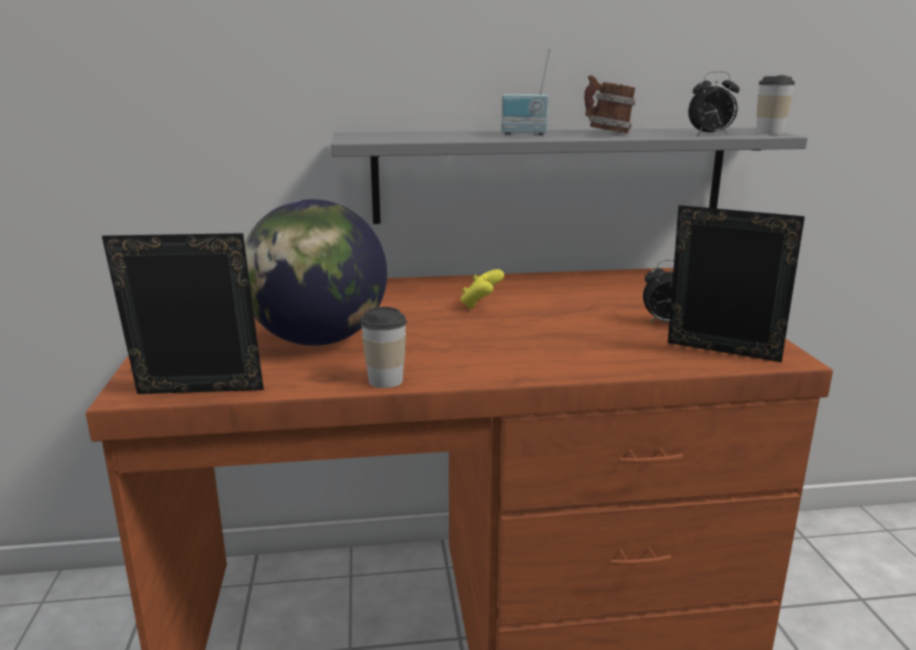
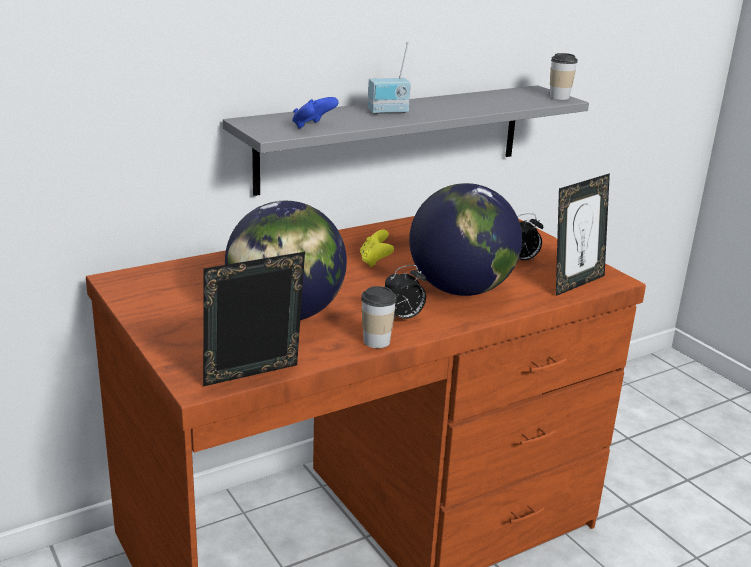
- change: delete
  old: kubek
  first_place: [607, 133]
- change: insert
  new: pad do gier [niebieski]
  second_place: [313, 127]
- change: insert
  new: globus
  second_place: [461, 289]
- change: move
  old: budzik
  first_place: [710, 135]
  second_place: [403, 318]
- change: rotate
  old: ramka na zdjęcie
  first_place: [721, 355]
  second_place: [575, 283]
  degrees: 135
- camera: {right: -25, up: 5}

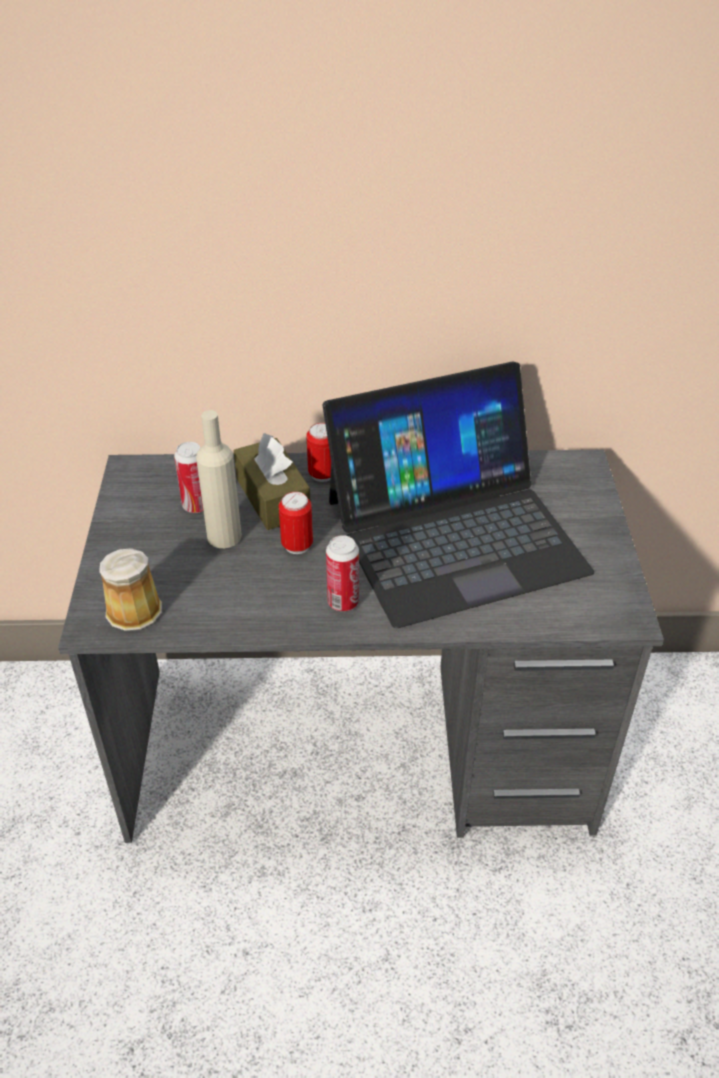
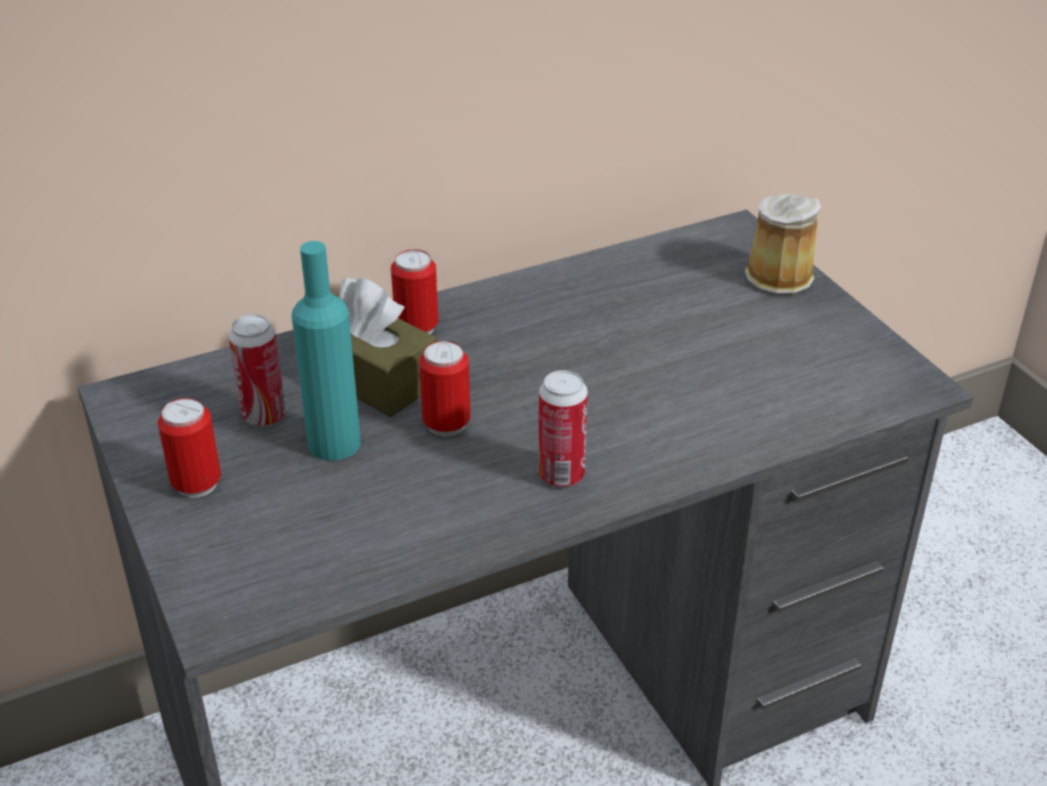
- change: delete
  old: laptop
  first_place: [454, 534]
- change: insert
  new: puszka
  second_place: [197, 484]
- change: move
  old: kubek
  first_place: [135, 608]
  second_place: [776, 274]
- change: recolor
  old: butelka [beżowy]
  new: butelka [turkusowy]
  first_place: [224, 536]
  second_place: [334, 443]
- camera: {right: -25, up: -5}

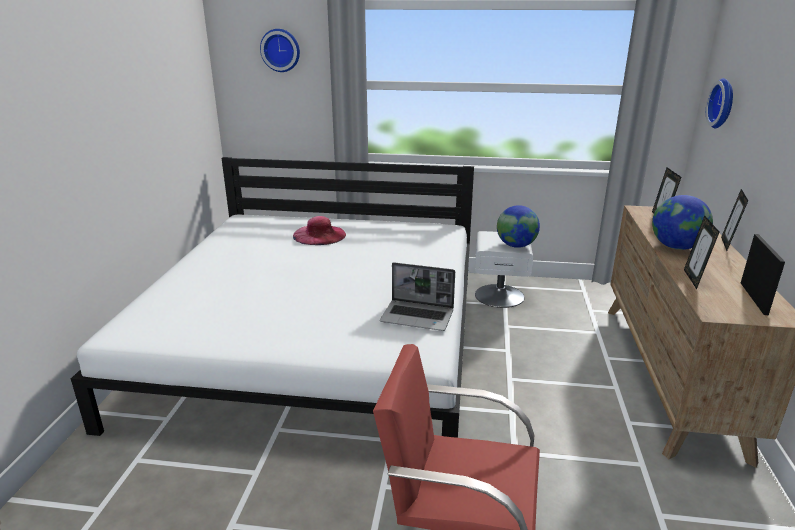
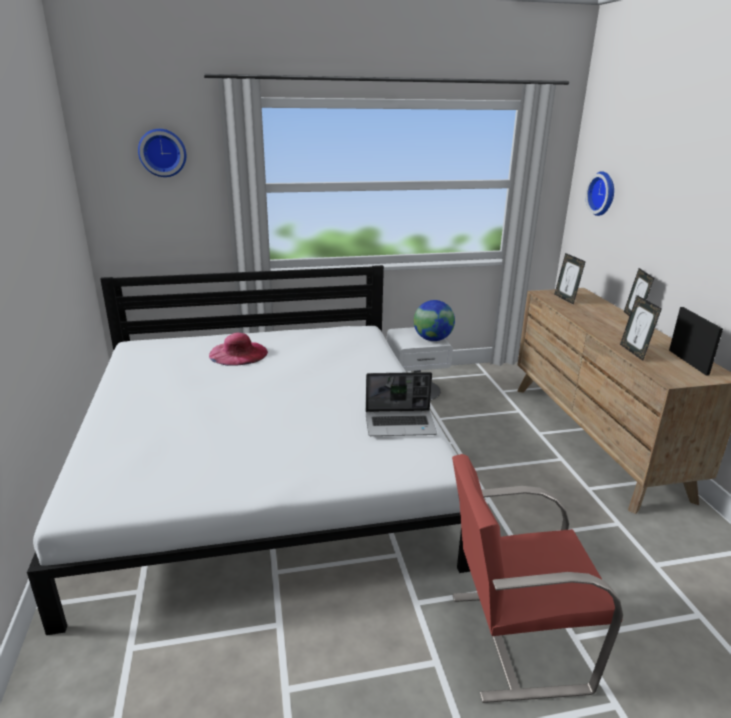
- change: delete
  old: globus
  first_place: [676, 247]
- camera: {right: -20, up: 0}

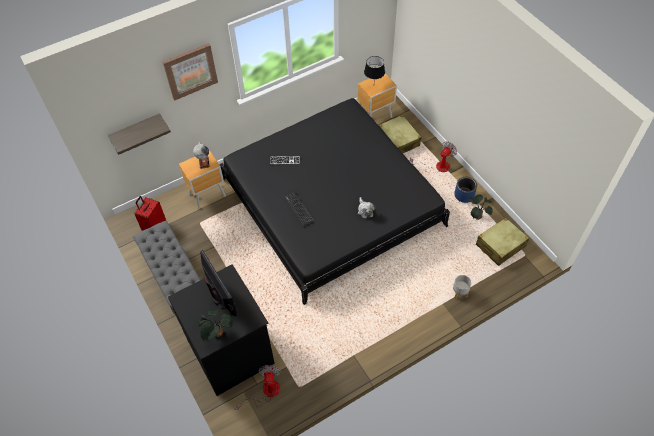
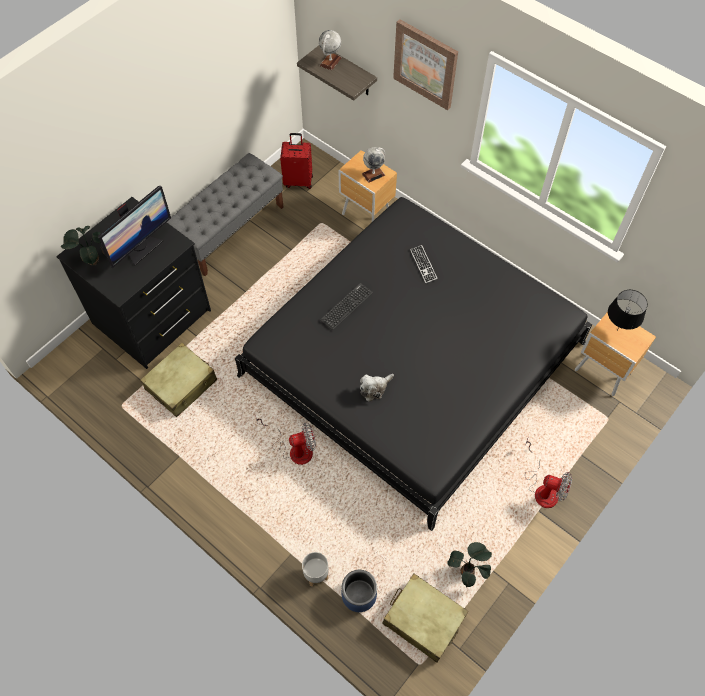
- change: insert
  new: globus
  second_place: [330, 62]
- change: move
  old: wentylator
  first_place: [265, 392]
  second_place: [294, 449]
- change: move
  old: walizka [beżowy]
  first_place: [398, 140]
  second_place: [181, 385]
- change: move
  old: donica [niebieski]
  first_place: [464, 195]
  second_place: [358, 595]
- camera: {right: 70, up: 5}

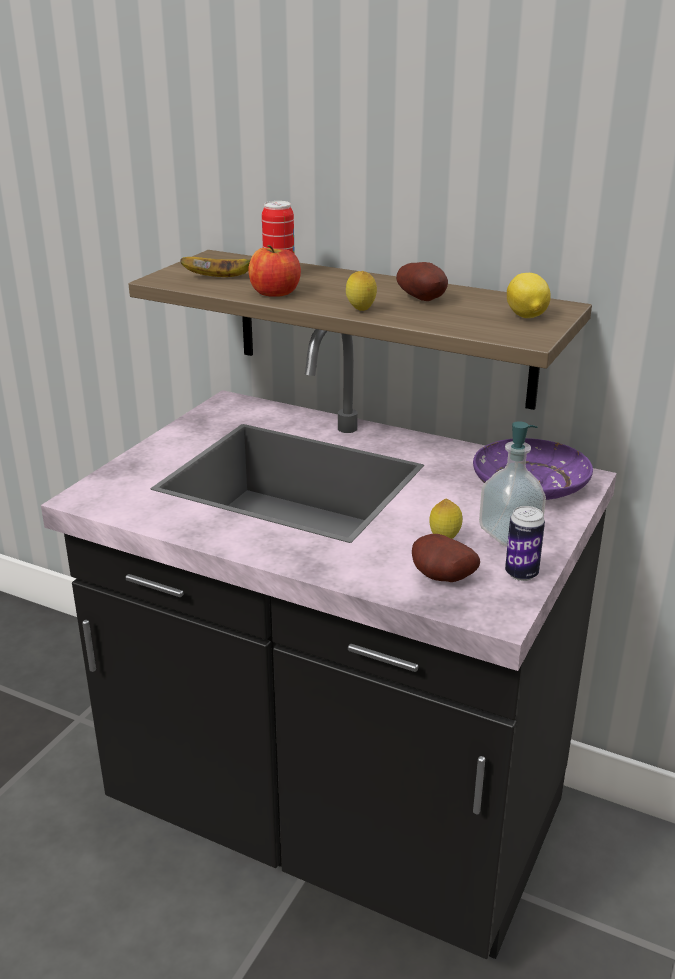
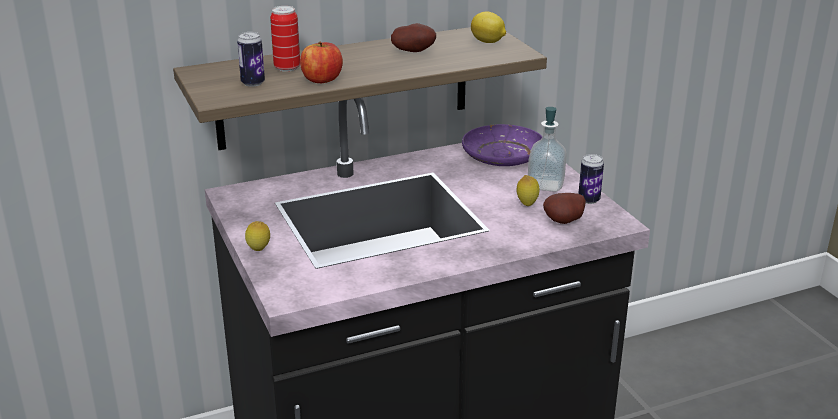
- change: move
  old: cytryna
  first_place: [360, 311]
  second_place: [259, 250]
- change: replace
  old: banan
  new: puszka
  first_place: [220, 277]
  second_place: [253, 83]
- camera: {right: -50, up: 0}

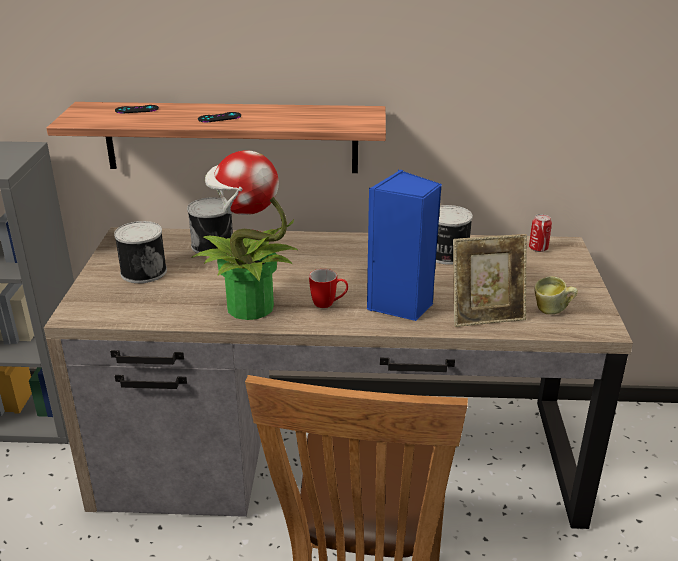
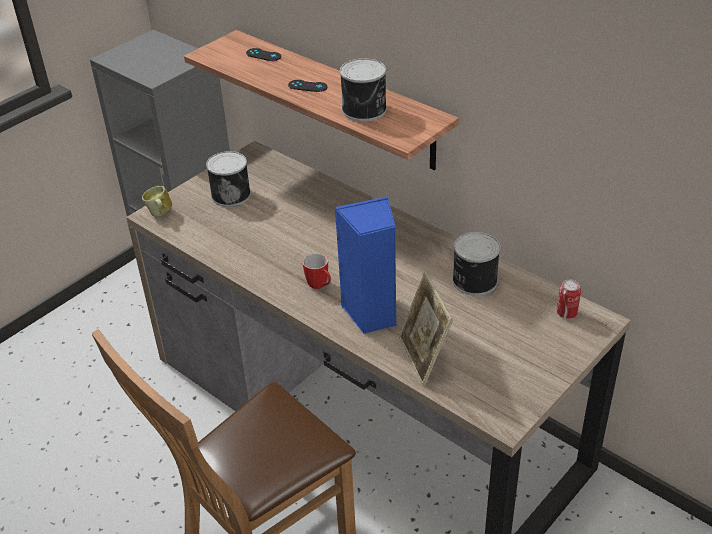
- change: delete
  old: roślina doniczkowa
  first_place: [248, 307]
- change: move
  old: puszka
  first_place: [214, 245]
  second_place: [365, 110]
- change: move
  old: kubek
  first_place: [552, 311]
  second_place: [159, 214]
- change: rotate
  old: ramka na zdjęcie
  first_place: [486, 316]
  second_place: [423, 358]
  degrees: 45
- camera: {right: 40, up: 10}

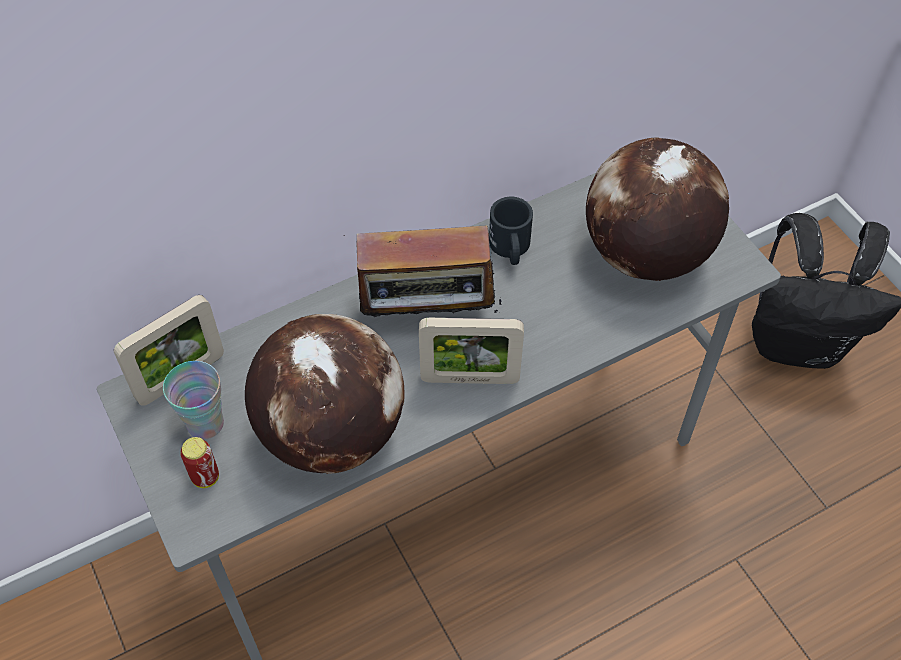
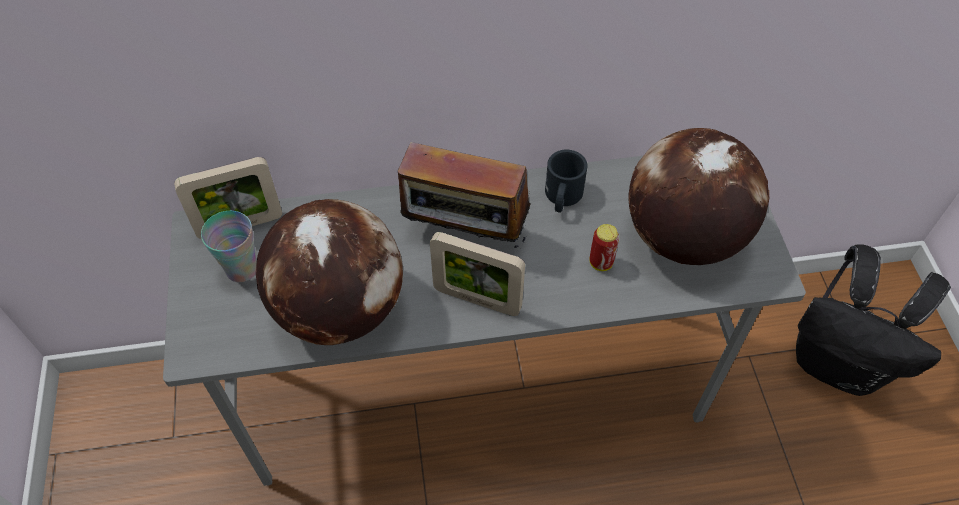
- change: move
  old: puszka
  first_place: [205, 477]
  second_place: [600, 262]
- camera: {right: 20, up: 0}

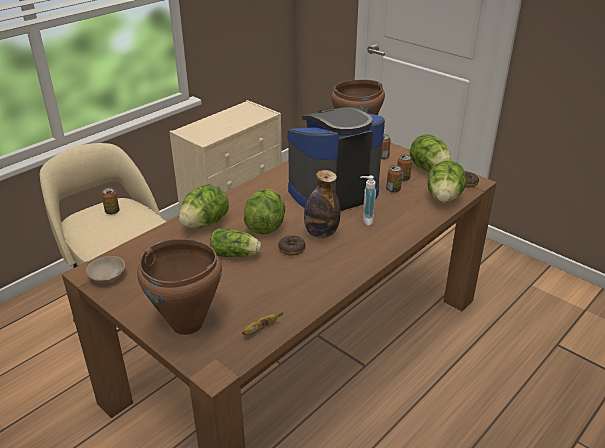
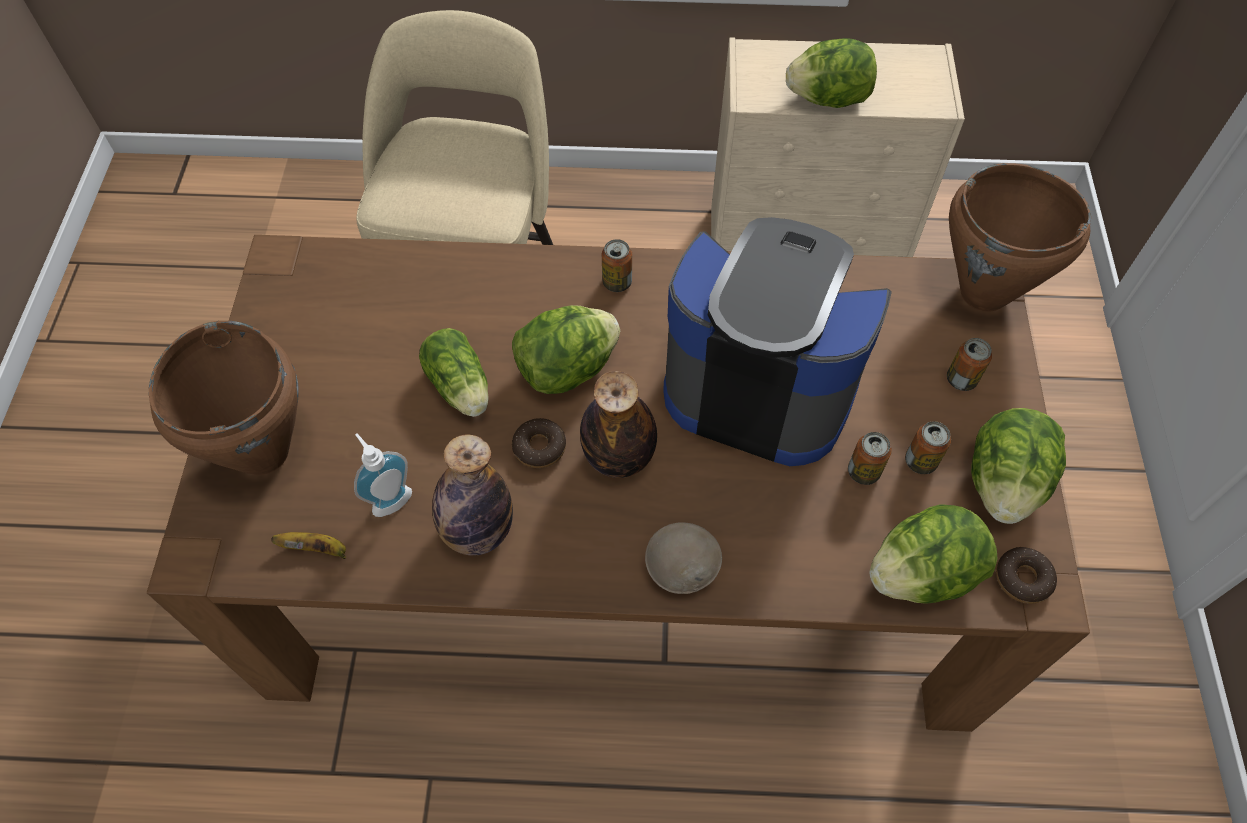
- change: insert
  new: butelka
  second_place: [477, 531]
- change: move
  old: miska [beżowy]
  first_place: [107, 276]
  second_place: [682, 563]
- change: move
  old: puszka
  first_place: [112, 211]
  second_place: [617, 282]
- change: move
  old: sałata
  first_place: [205, 223]
  second_place: [828, 99]
- change: move
  old: dozownik mydła
  first_place: [365, 220]
  second_place: [389, 498]
- camera: {right: 50, up: 25}

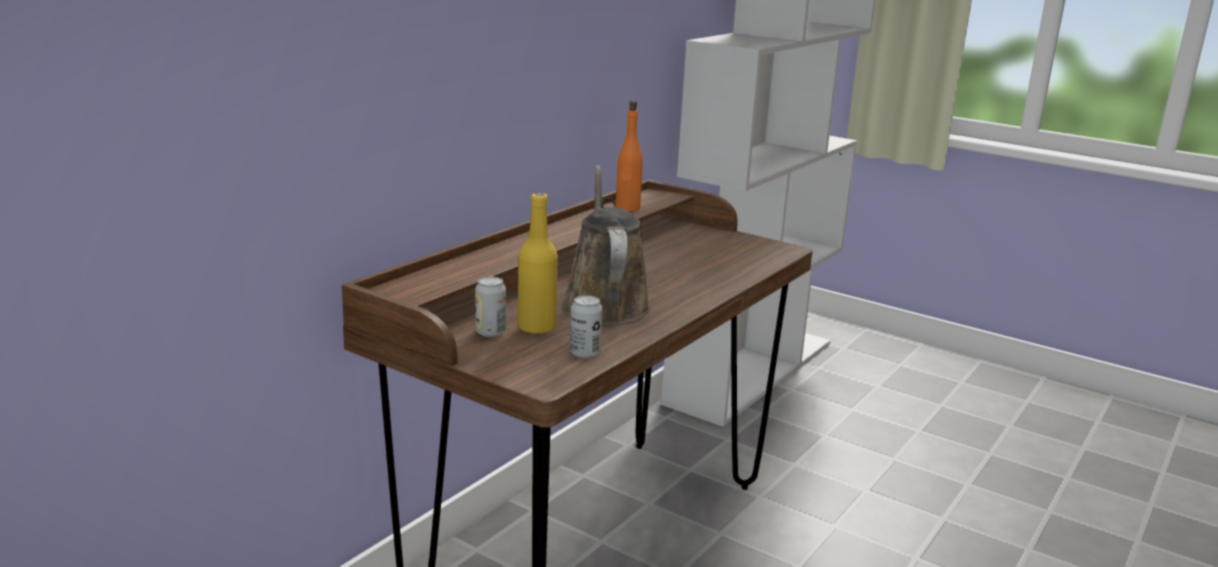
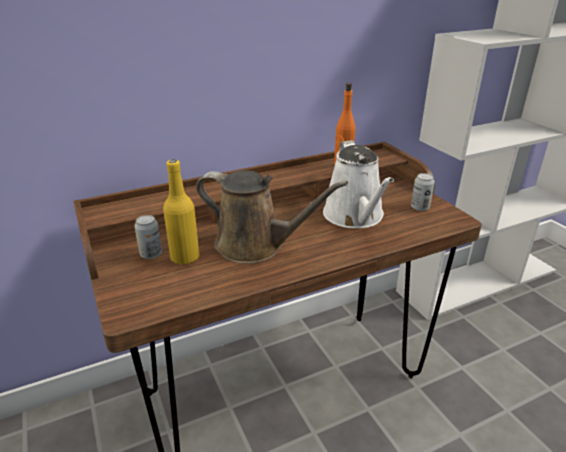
- change: insert
  new: konewka [biały]
  second_place: [355, 216]
- change: move
  old: puszka
  first_place: [585, 353]
  second_place: [420, 207]
- change: rotate
  old: konewka [brązowy]
  first_place: [604, 304]
  second_place: [255, 246]
  degrees: 90
- camera: {right: 30, up: 10}

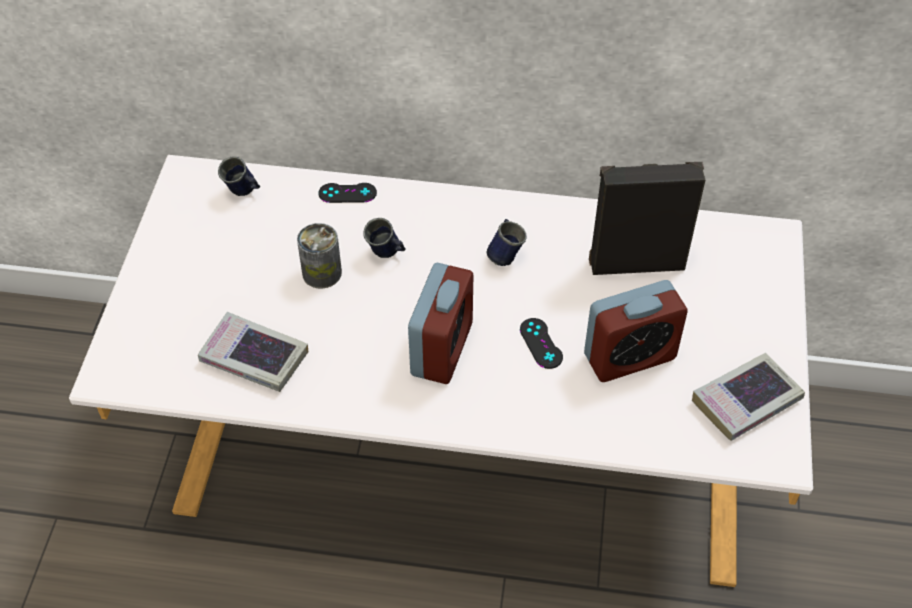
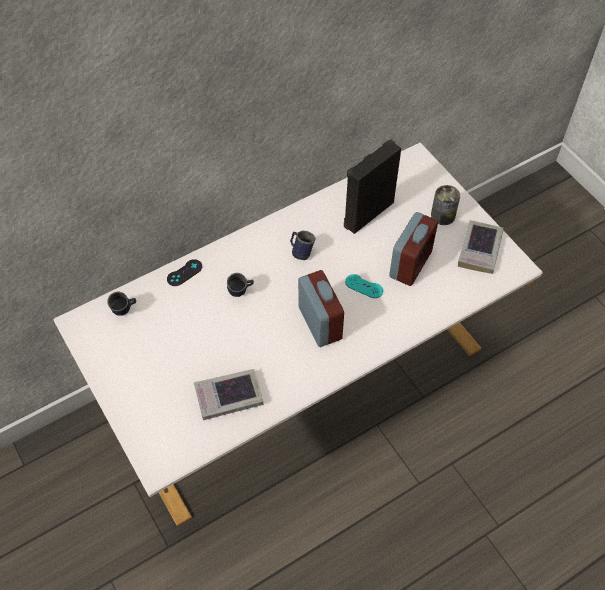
- change: move
  old: puszka
  first_place: [322, 273]
  second_place: [443, 215]
- change: recolor
  old: pad do gier [czarny]
  new: pad do gier [turkusowy]
  first_place: [541, 343]
  second_place: [364, 286]
- camera: {right: -40, up: 5}

